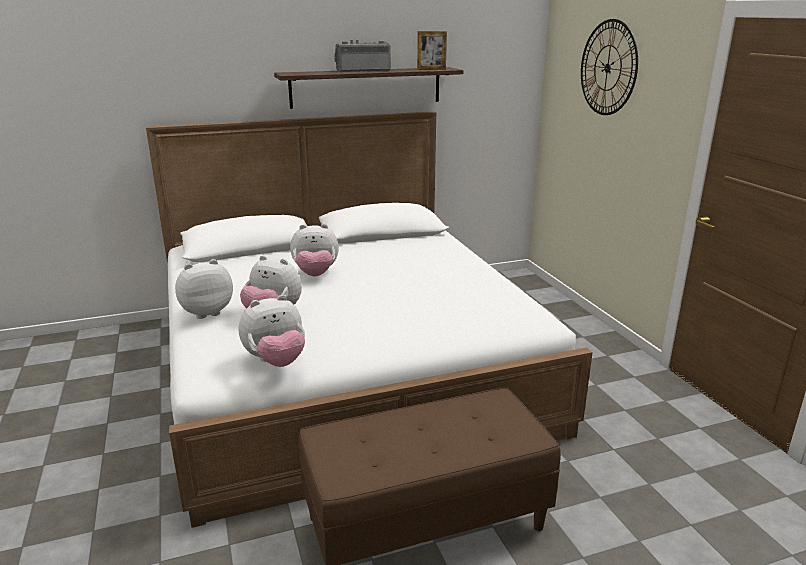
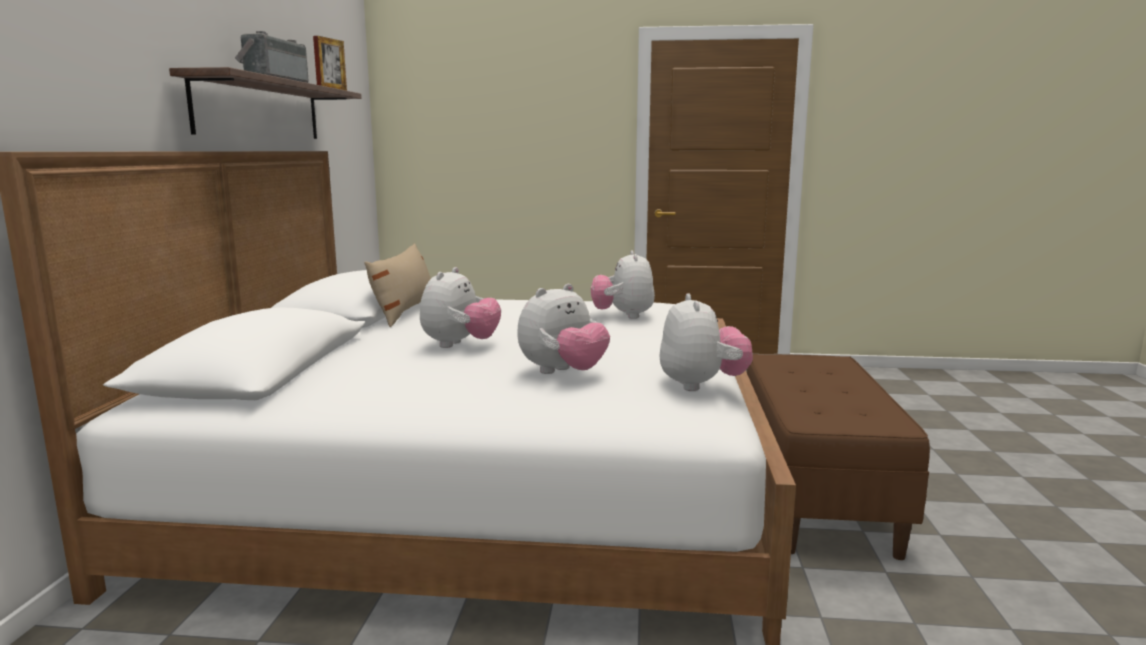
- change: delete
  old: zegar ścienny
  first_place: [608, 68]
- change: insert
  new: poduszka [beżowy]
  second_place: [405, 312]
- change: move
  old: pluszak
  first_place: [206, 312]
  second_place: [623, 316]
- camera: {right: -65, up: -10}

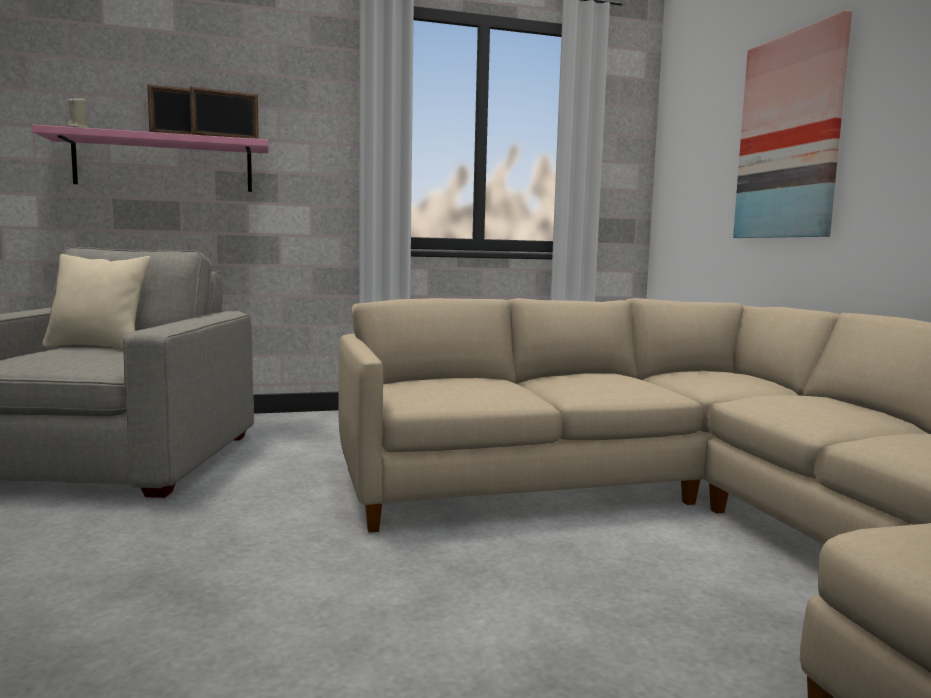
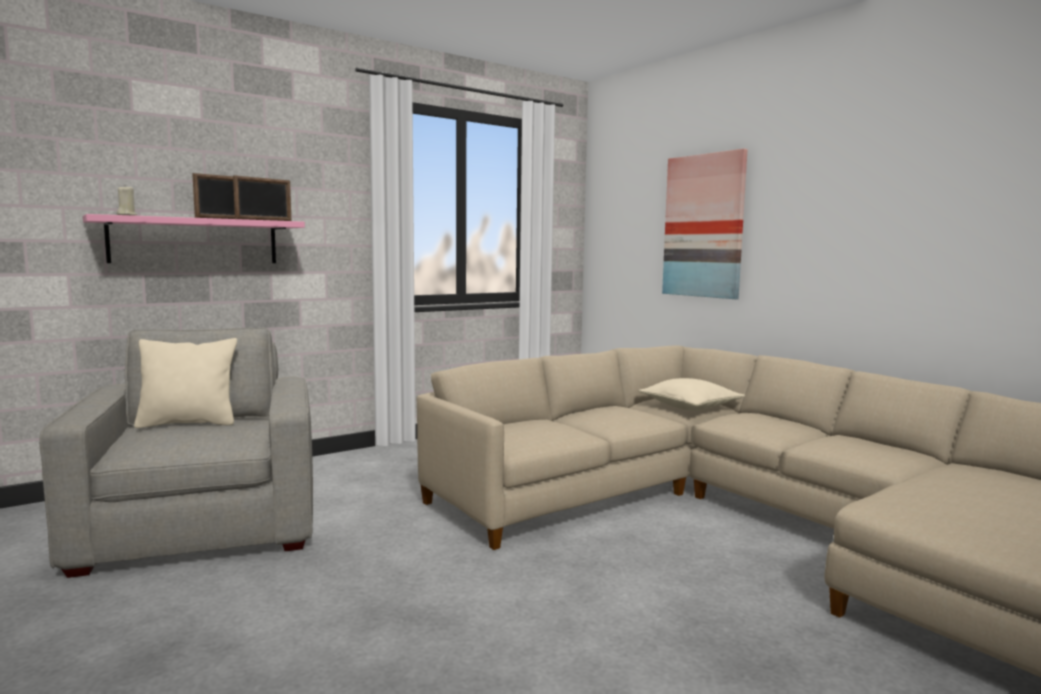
- change: insert
  new: poduszka [beżowy]
  second_place: [690, 406]
- camera: {right: -20, up: 0}

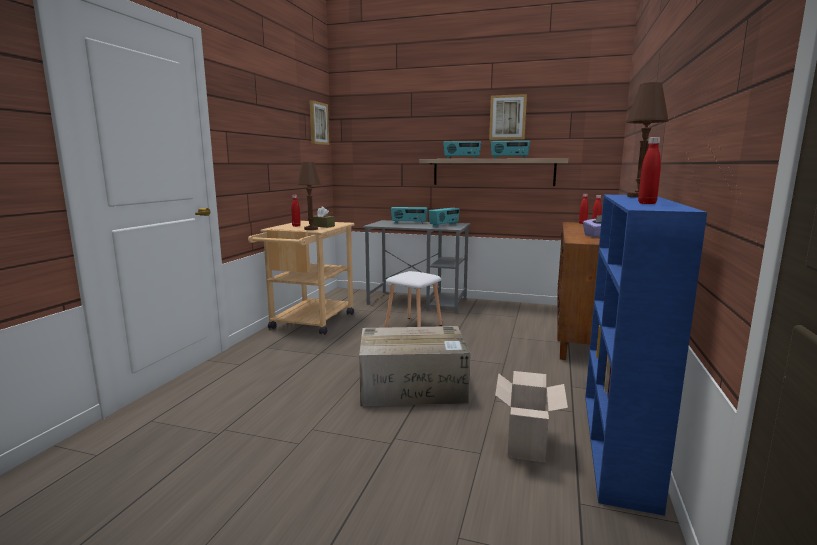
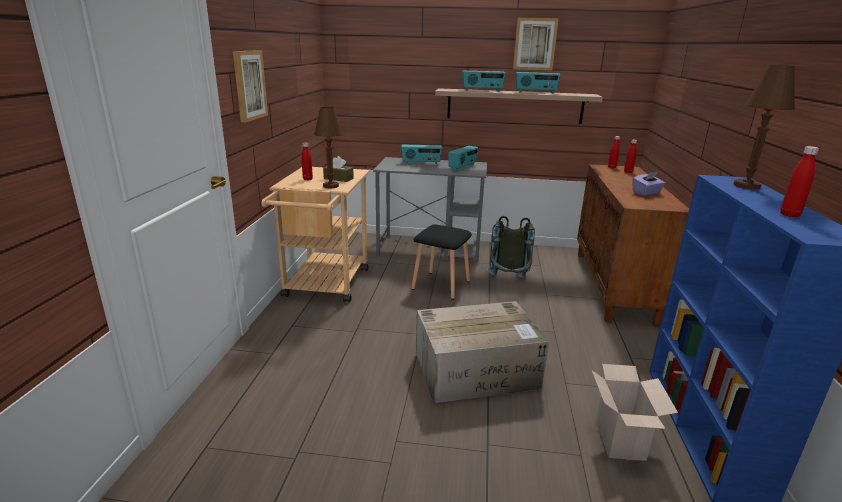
- change: insert
  new: plecak [szary]
  second_place: [508, 282]
- change: move
  old: obraz
  first_place: [318, 123]
  second_place: [249, 85]
- change: recolor
  old: stołek [biały]
  new: stołek [czarny]
  first_place: [412, 326]
  second_place: [440, 285]
- camera: {right: -10, up: 10}

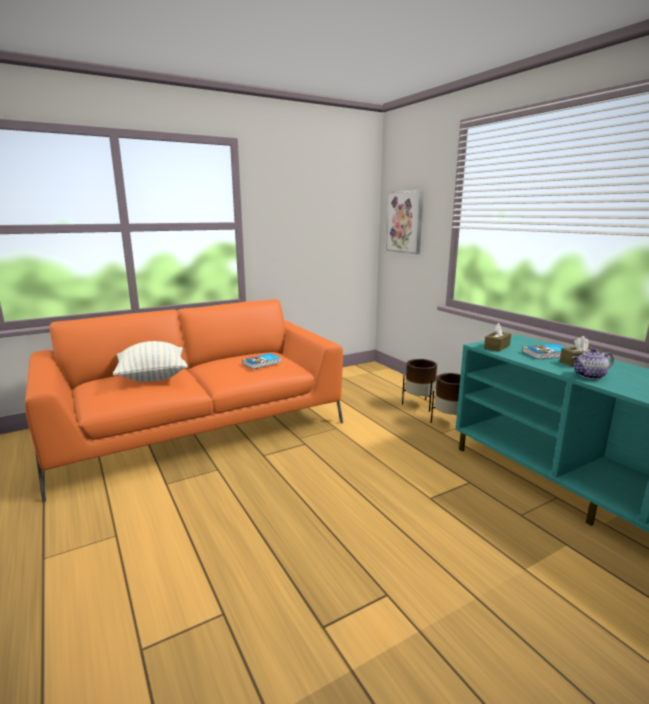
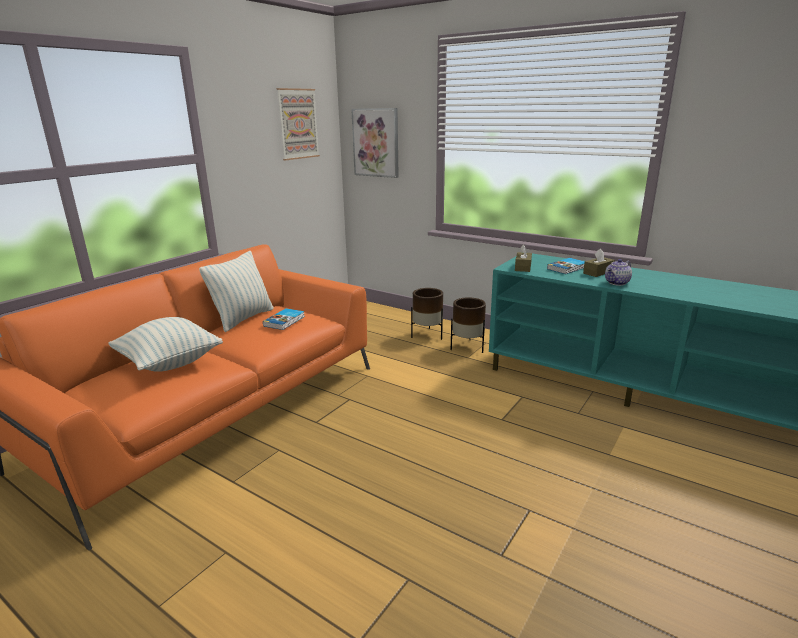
- change: insert
  new: poduszka
  second_place: [243, 319]
- change: insert
  new: obraz
  second_place: [298, 124]
- camera: {right: -25, up: 5}

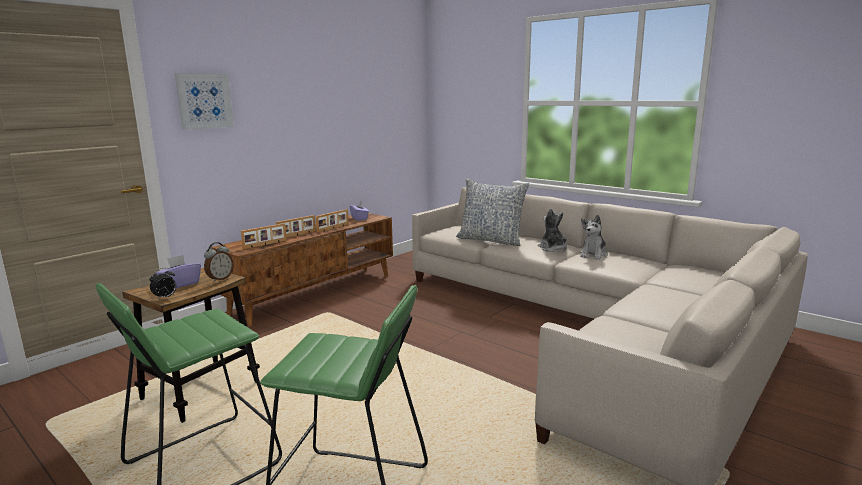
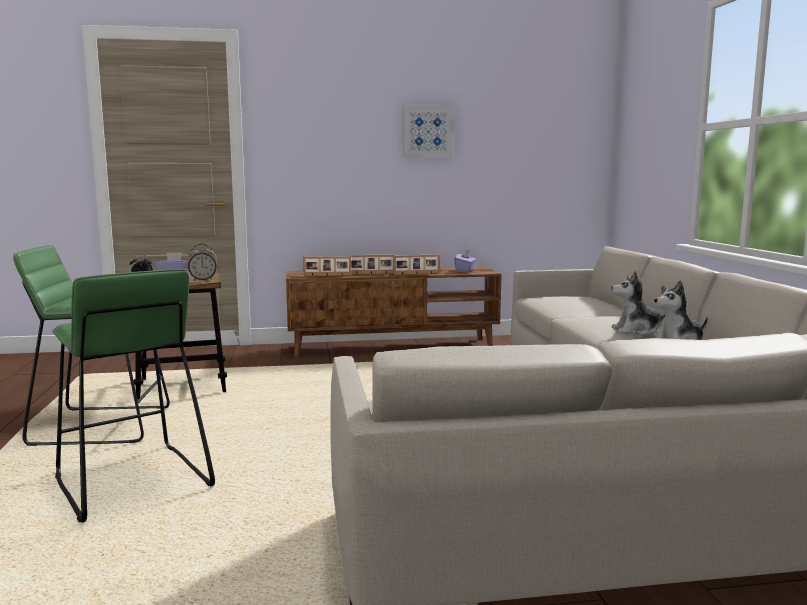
- change: delete
  old: poduszka
  first_place: [491, 240]
- change: move
  old: obraz
  first_place: [204, 101]
  second_place: [427, 131]
- change: rotate
  old: pluszak
  first_place: [553, 248]
  second_place: [636, 331]
  degrees: -105
- camera: {right: 40, up: -5}

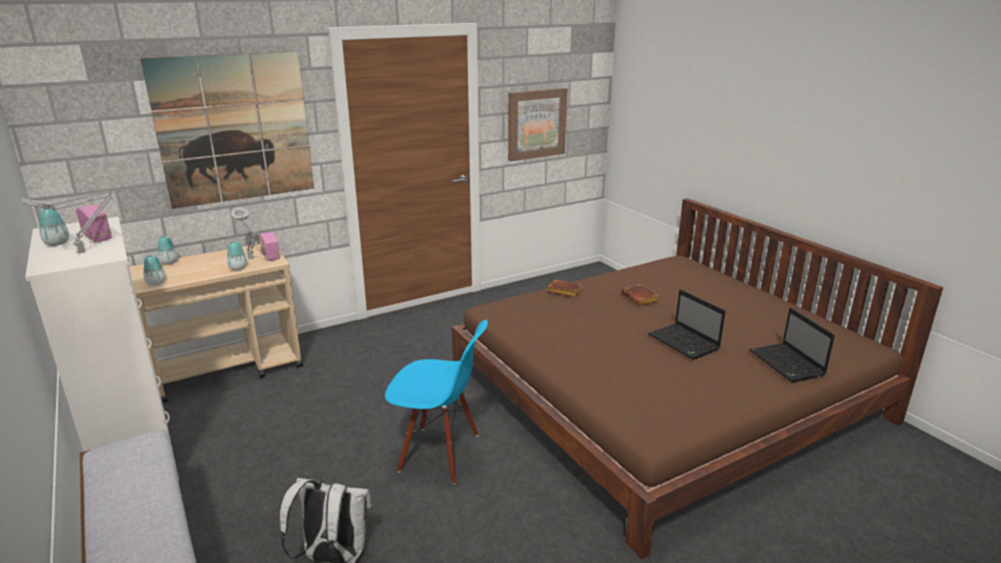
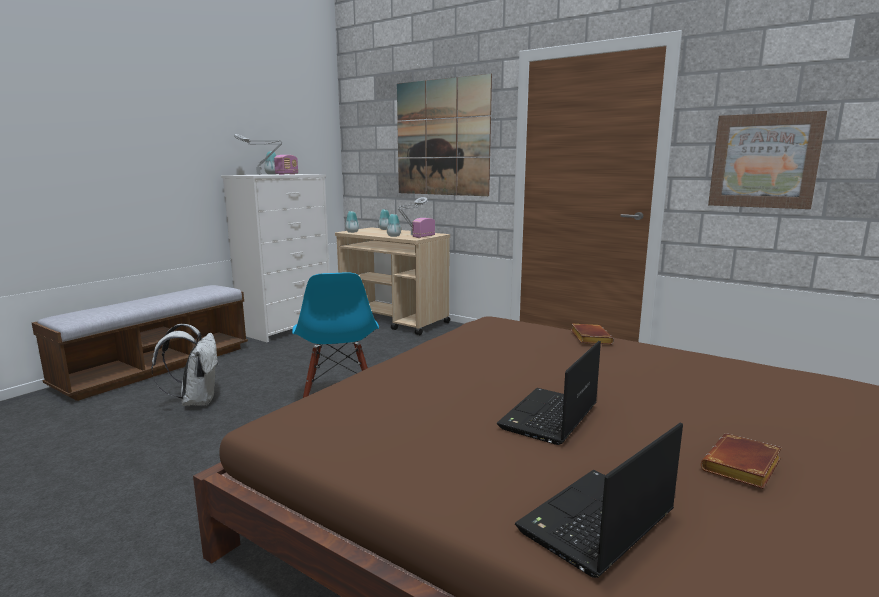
- change: move
  old: książka [brązowy]
  first_place: [641, 298]
  second_place: [743, 468]
- camera: {right: 65, up: -10}

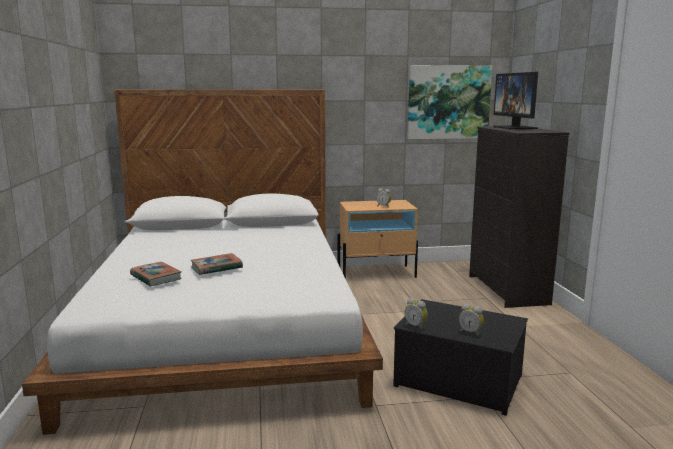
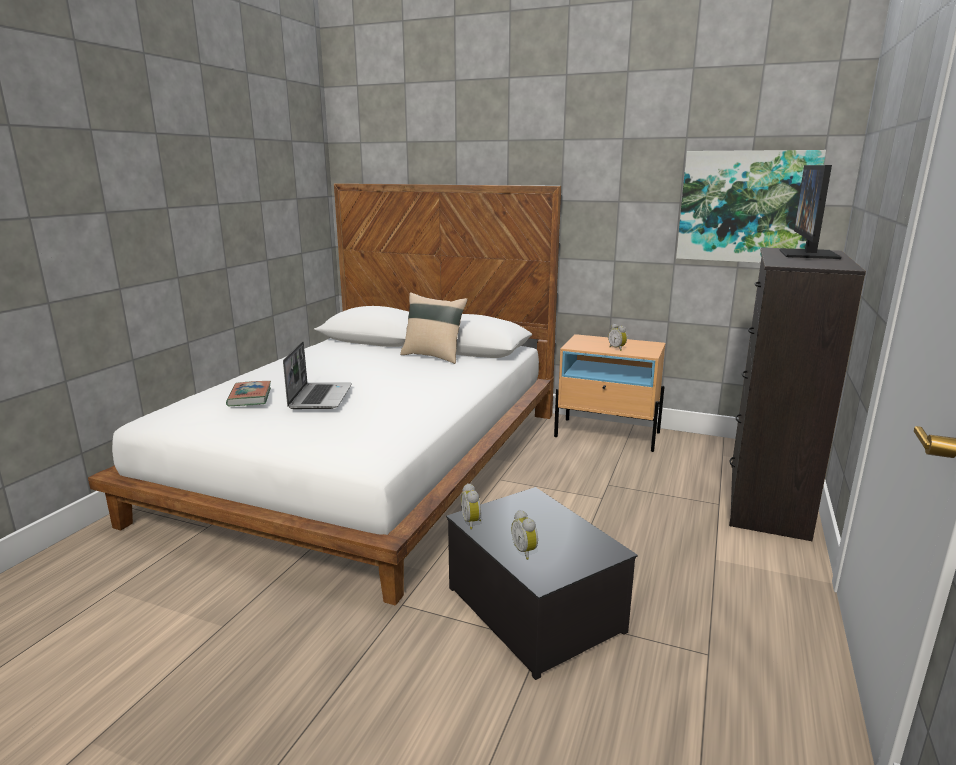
- change: insert
  new: poduszka [beżowy]
  second_place: [433, 356]
- change: replace
  old: książka
  new: laptop
  first_place: [216, 267]
  second_place: [320, 397]
- camera: {right: 30, up: 5}

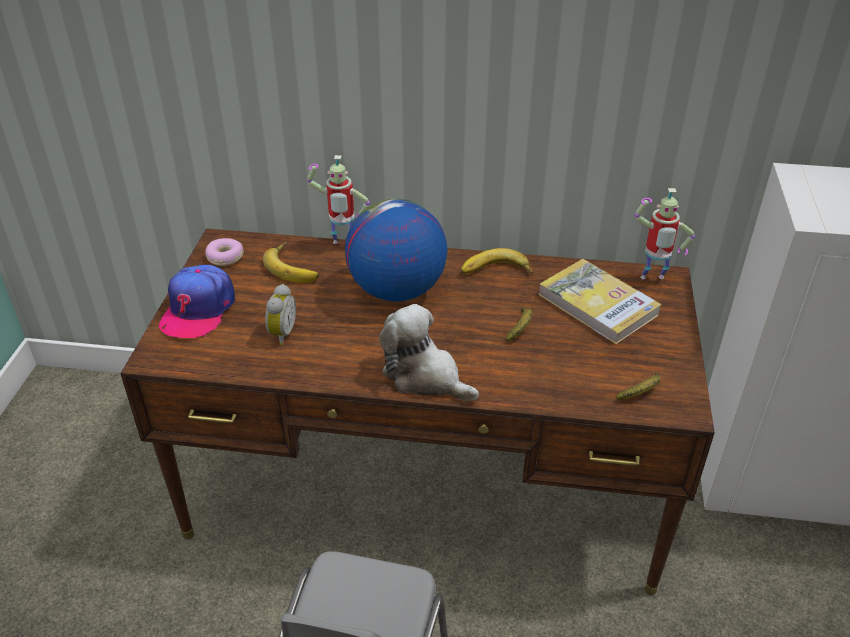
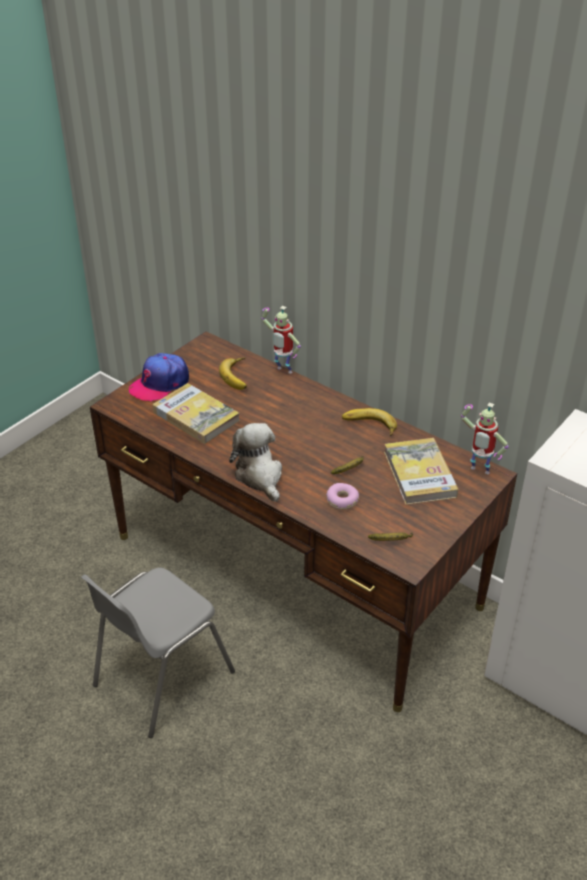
- change: delete
  old: globus
  first_place: [396, 290]
- change: move
  old: donut
  first_place: [225, 257]
  second_place: [342, 501]
- change: replace
  old: budzik
  new: książka
  first_place: [281, 333]
  second_place: [196, 416]
- camera: {right: 30, up: 0}

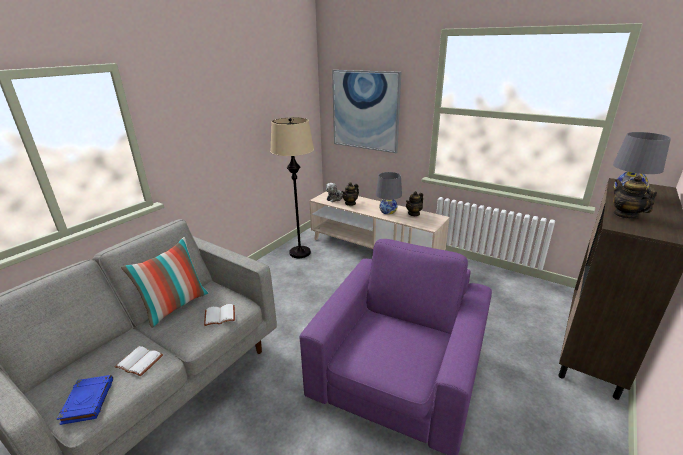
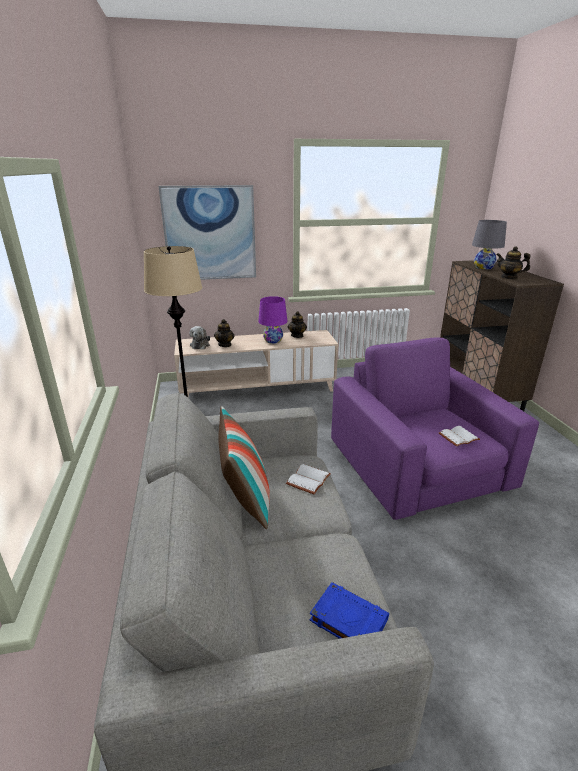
- change: move
  old: książka [biały]
  first_place: [141, 361]
  second_place: [458, 436]
- change: recolor
  old: lampa stołowa [szary]
  new: lampa stołowa [fioletowy]
  first_place: [388, 211]
  second_place: [273, 340]
- camera: {right: -45, up: 0}

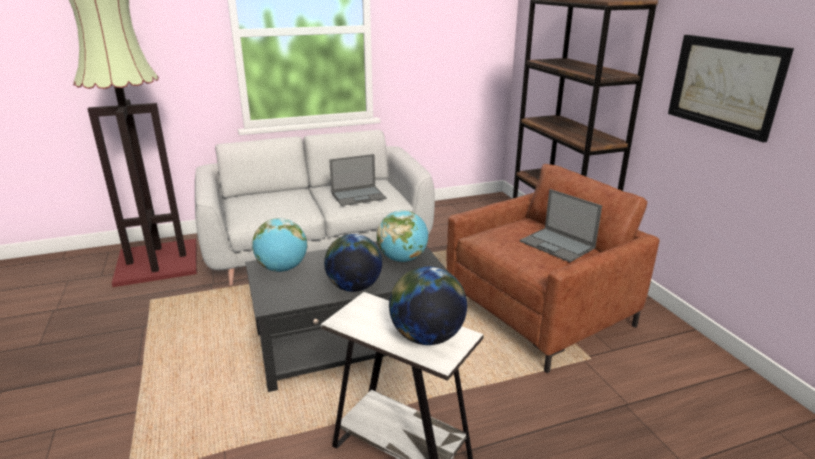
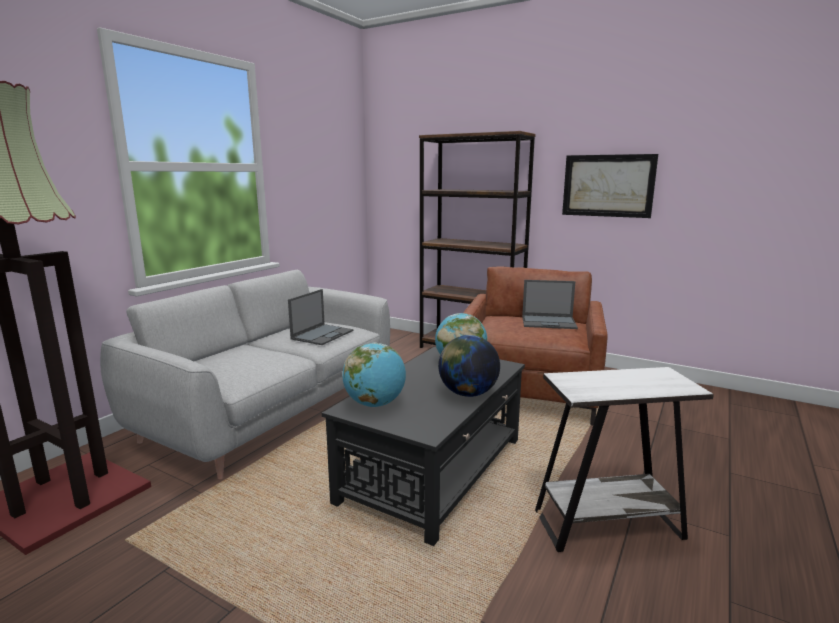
- change: delete
  old: globus
  first_place: [426, 337]
- camera: {right: -40, up: -10}

